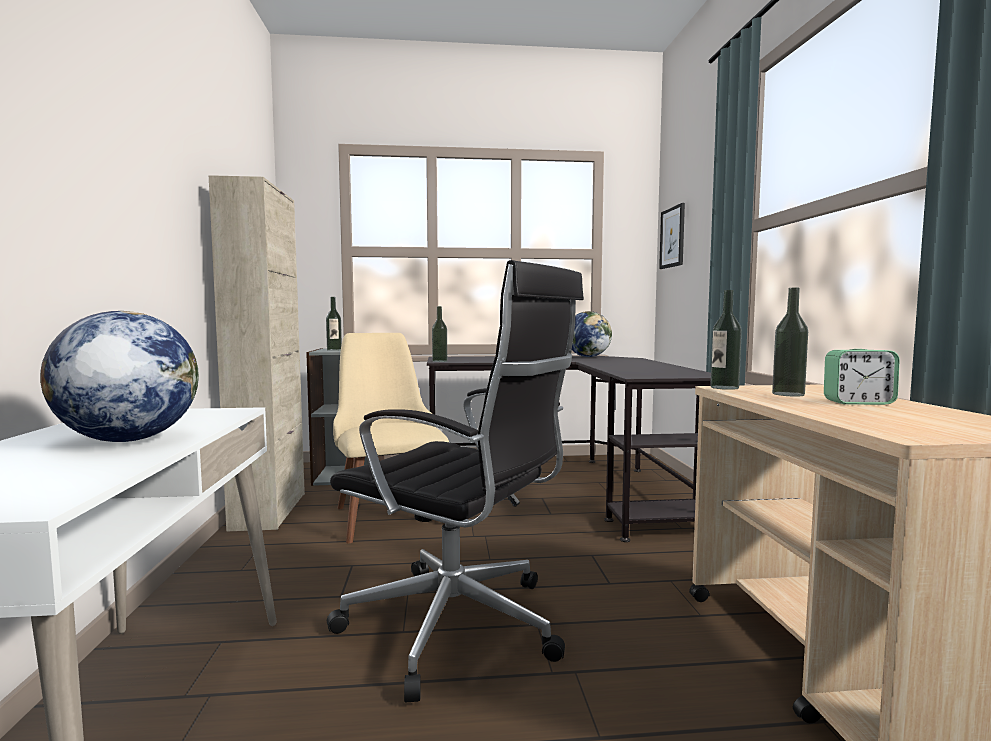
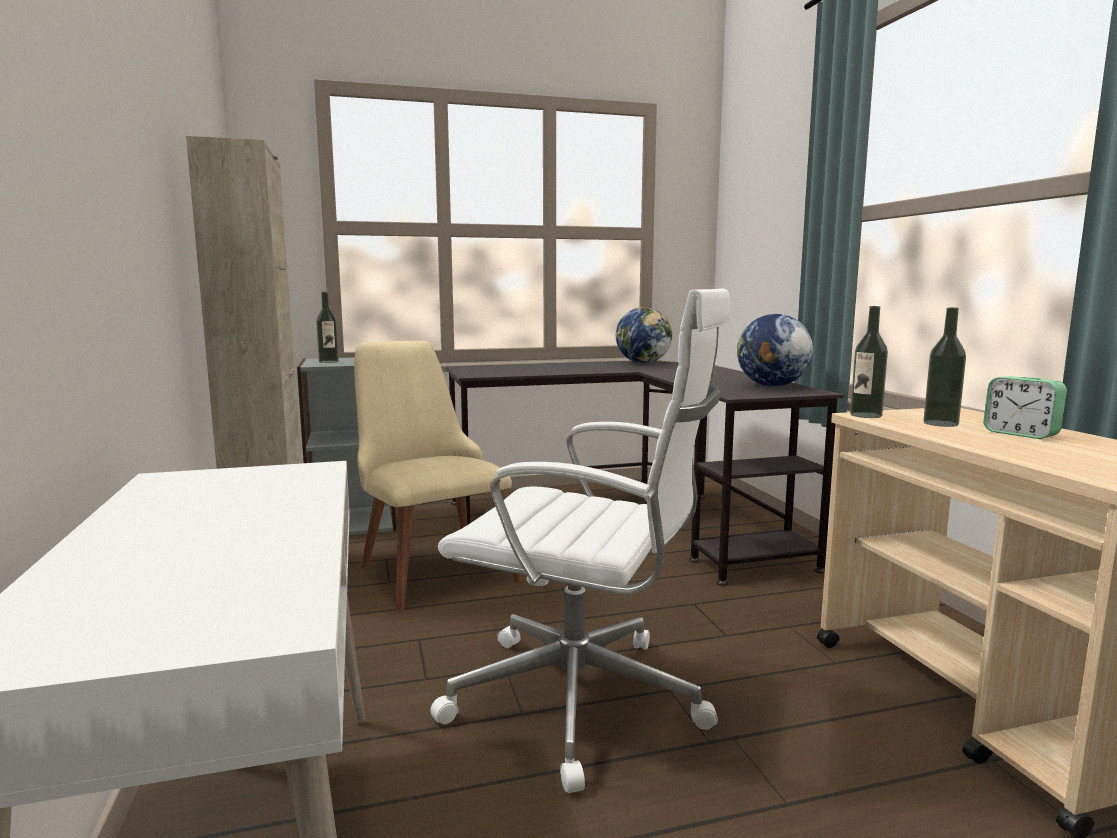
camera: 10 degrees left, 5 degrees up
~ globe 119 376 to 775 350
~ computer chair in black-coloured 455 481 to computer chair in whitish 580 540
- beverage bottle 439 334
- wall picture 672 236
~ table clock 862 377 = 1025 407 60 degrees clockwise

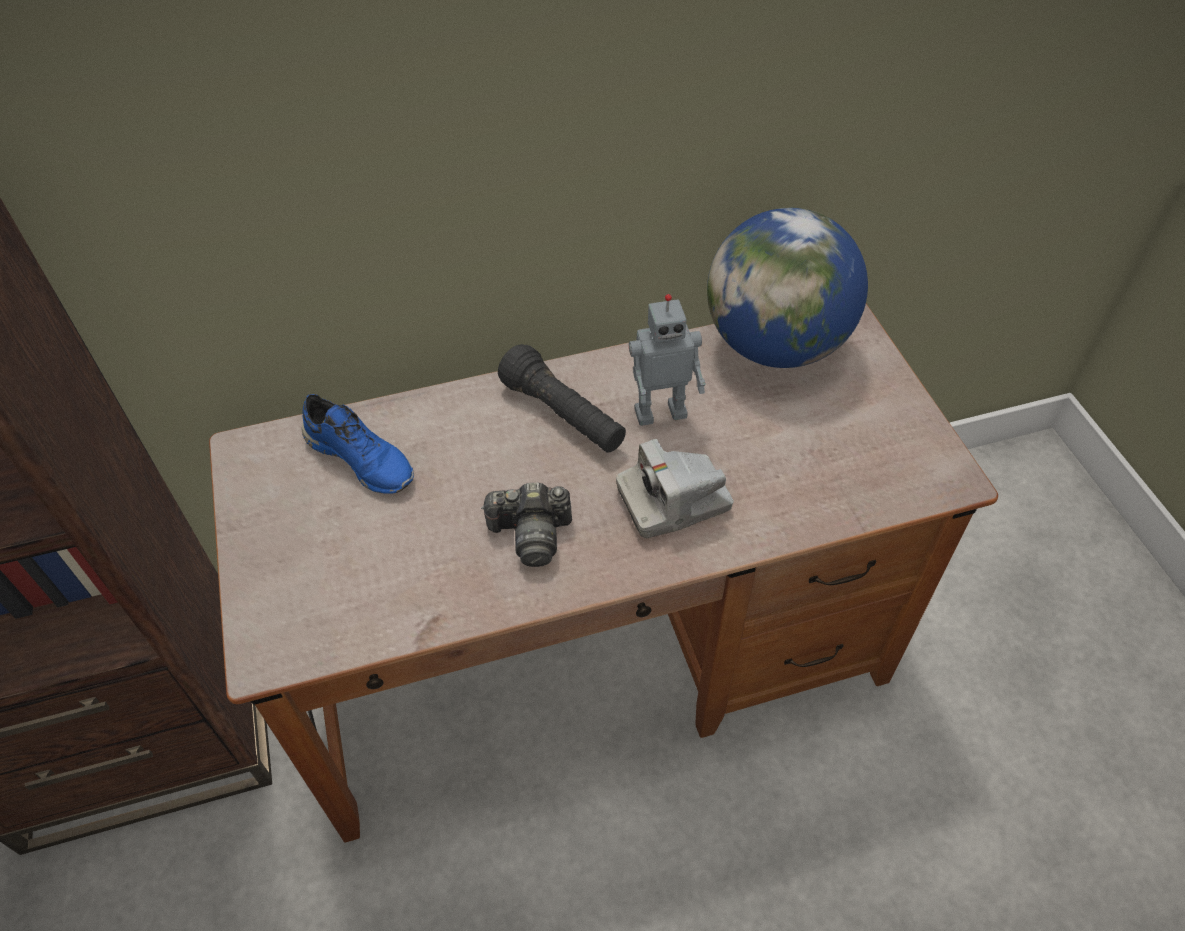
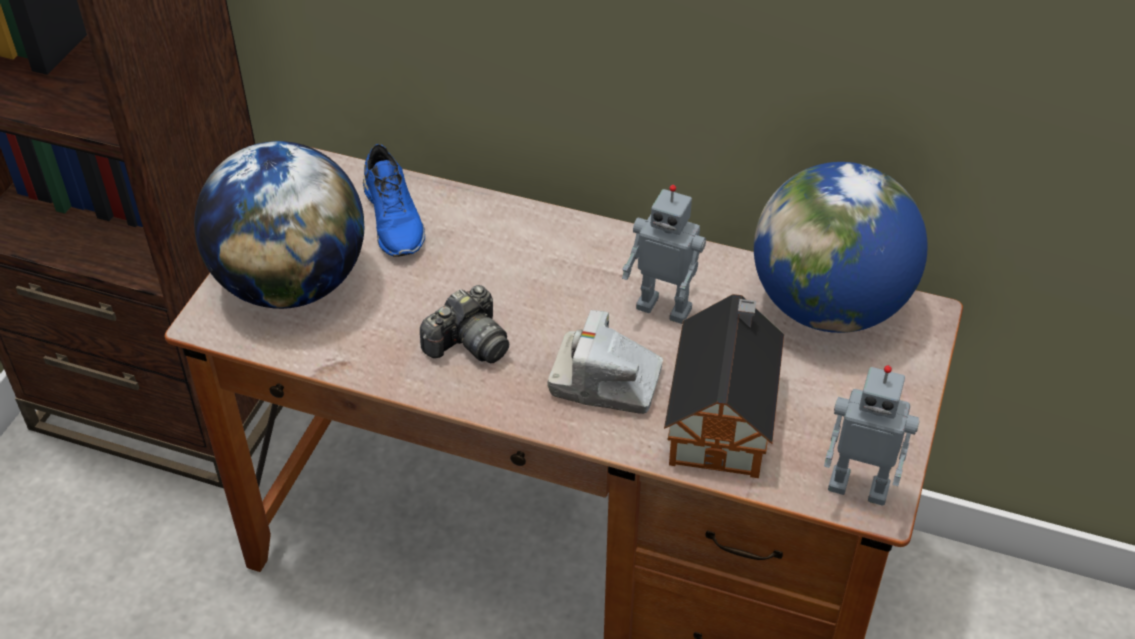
camera: 35 degrees right, 5 degrees down
~ photo camera 526 524 = 464 324 75 degrees counterclockwise
- torch in black-coloured 562 398
+ globe 279 225
+ model house 724 386
+ toy robot 872 435

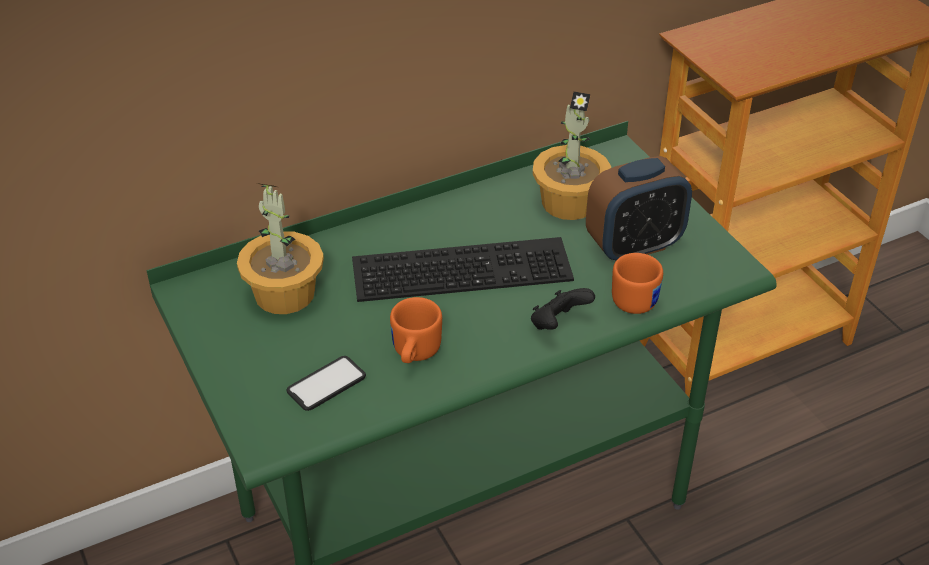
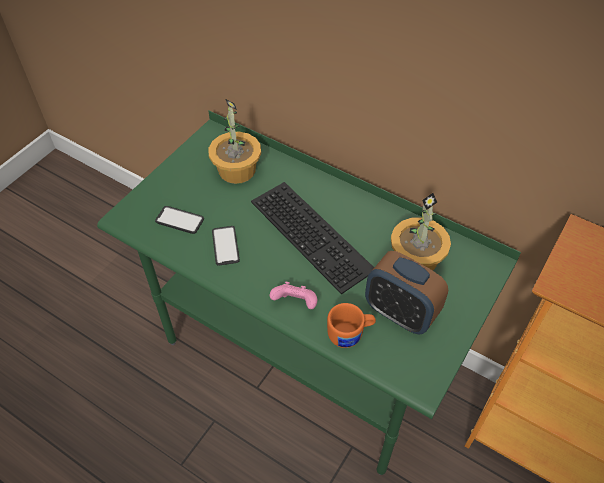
camera: 60 degrees right, 10 degrees up
~ mug in orange-coloured 416 330 to telephone 226 246
~ joypad in black-coloured 563 309 to joypad in pink 293 295

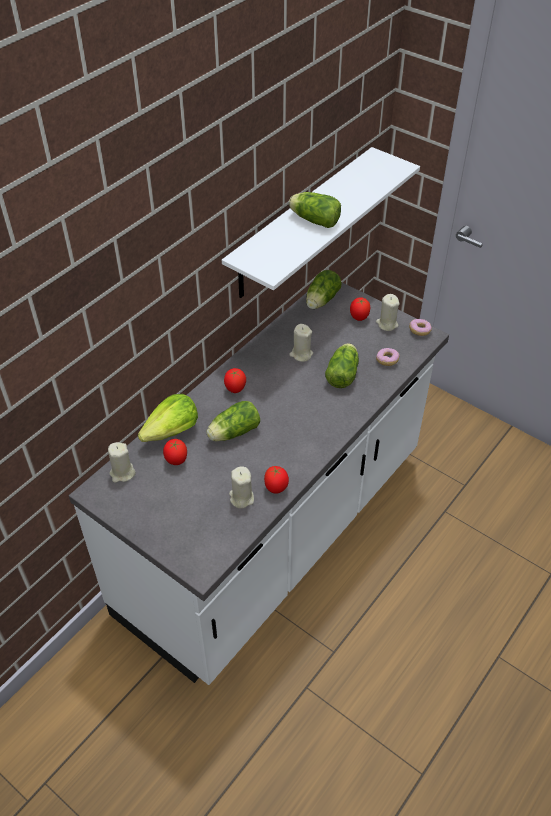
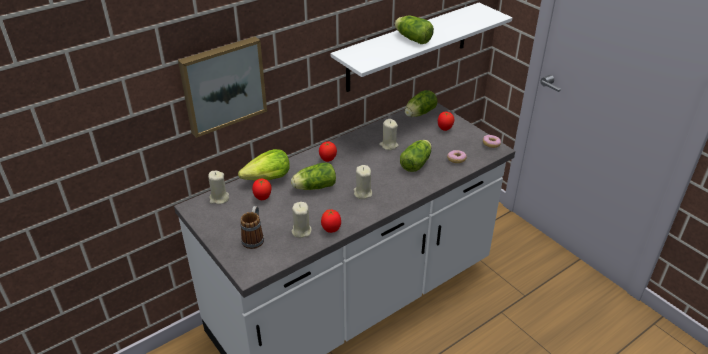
camera: 15 degrees right, 10 degrees down
~ candle in beige 388 312 to 363 182
+ wall picture 222 87
+ mug 252 227

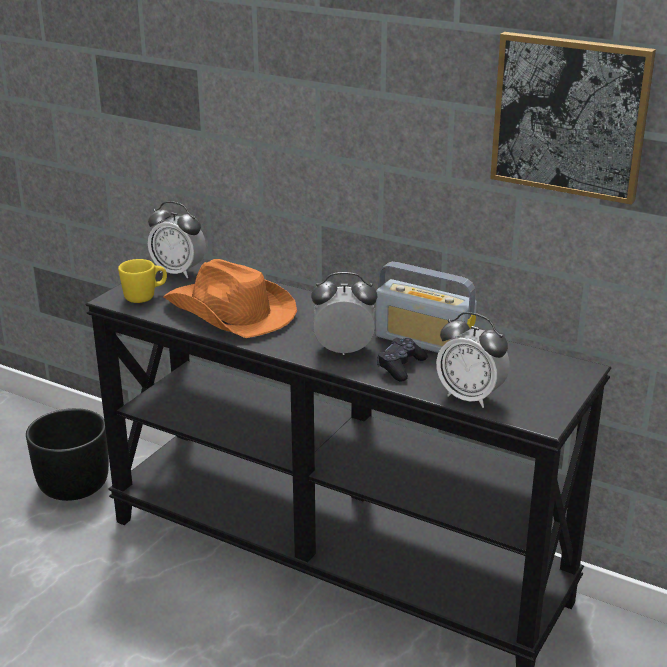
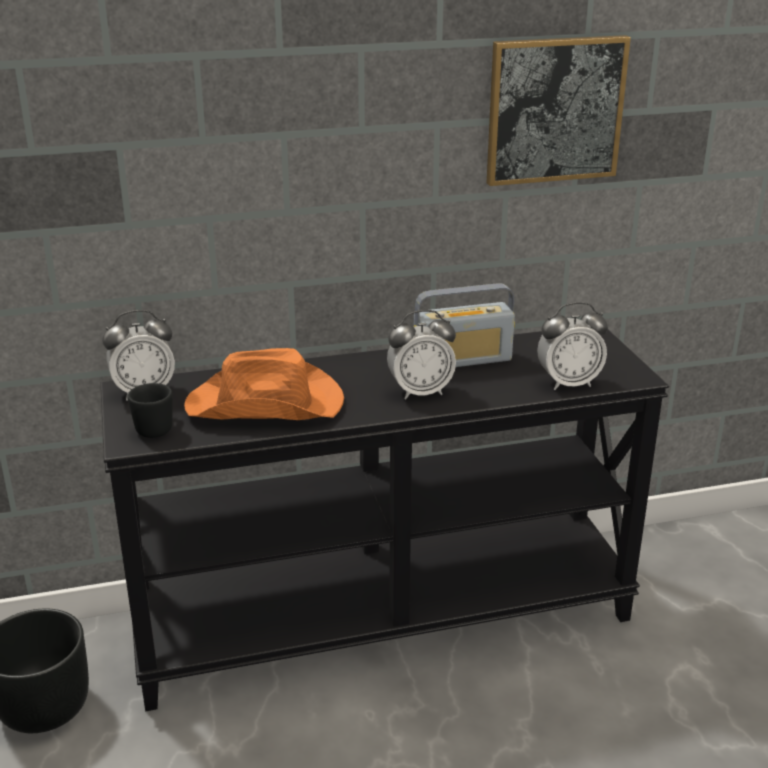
camera: 45 degrees left, 0 degrees up
~ mug in yellow 142 281 to mug in black-coloured 150 410
~ table clock 344 313 = 421 355 150 degrees counterclockwise
- joypad in black-coloured 402 360

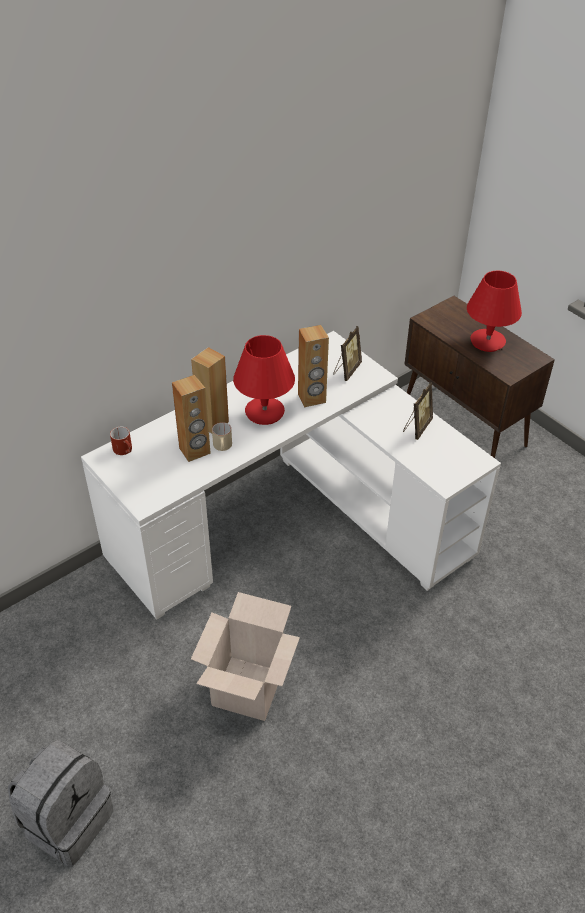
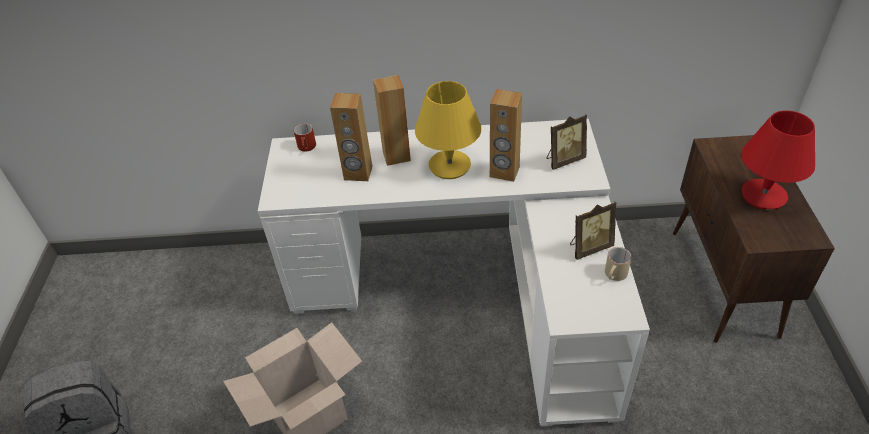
camera: 40 degrees right, 0 degrees up
~ mug in beige 222 436 to 618 264
~ table lamp in red-coloured 264 380 to table lamp in yellow 448 130

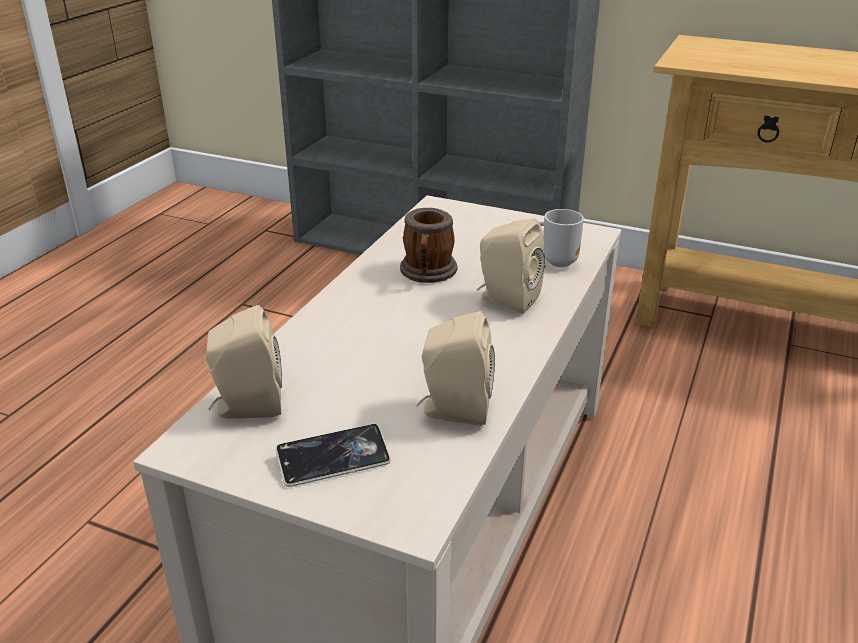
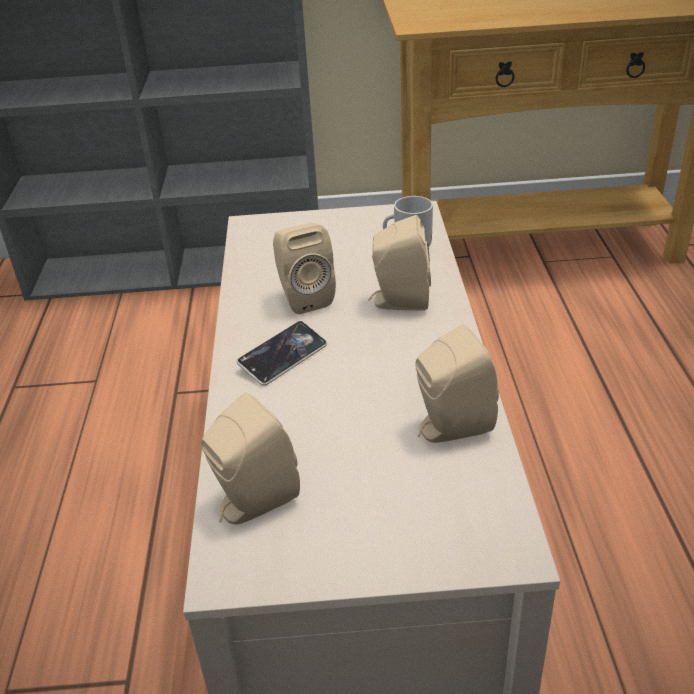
camera: 25 degrees left, 5 degrees up
~ telephone 333 455 to 282 353
~ mug 429 245 to audio speaker in beige 304 268

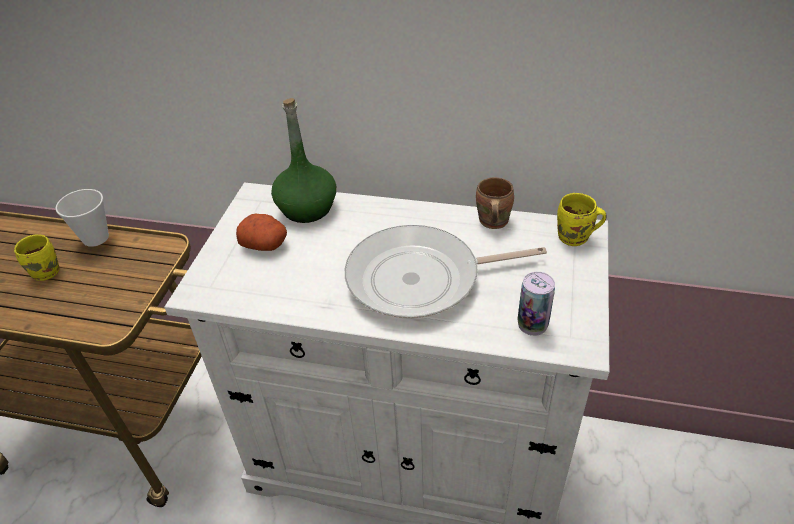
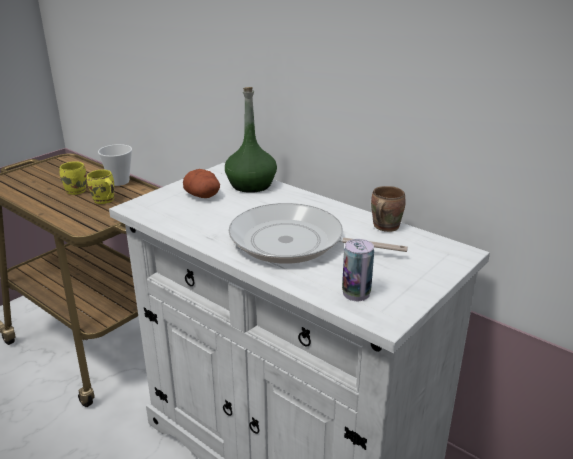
camera: 25 degrees right, 15 degrees down
~ mug in yellow 581 219 to 100 187

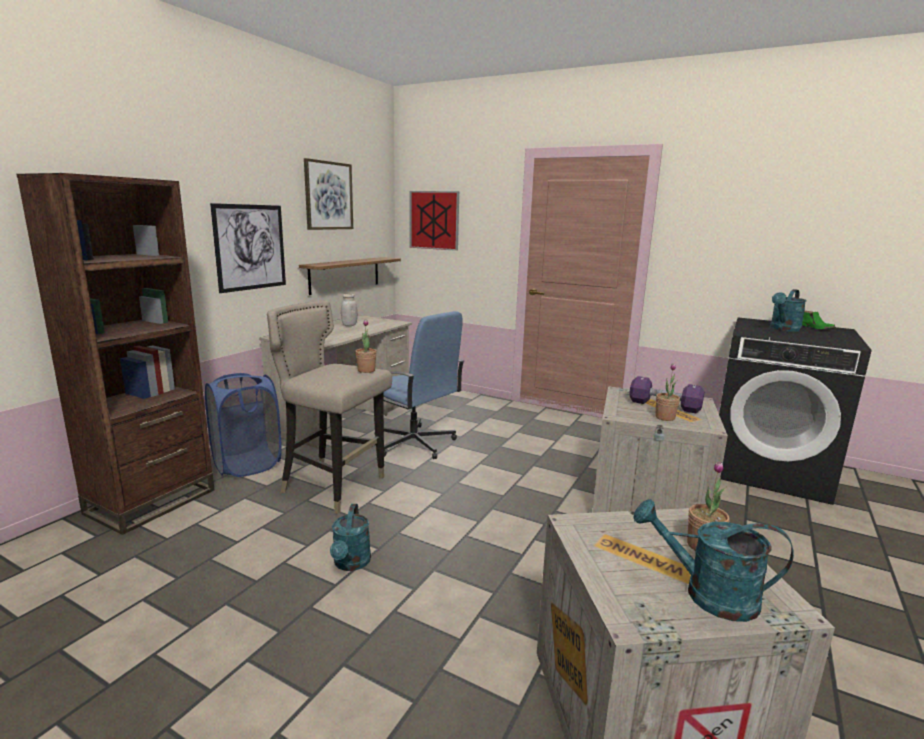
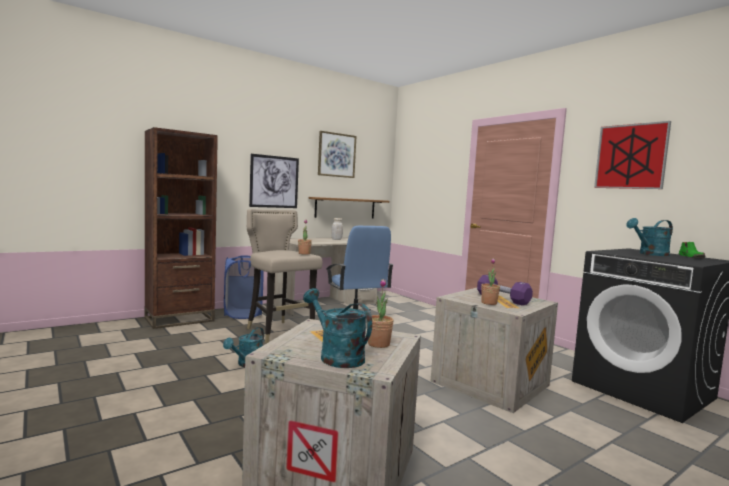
camera: 25 degrees right, 10 degrees down
~ wall picture 434 221 to 632 155

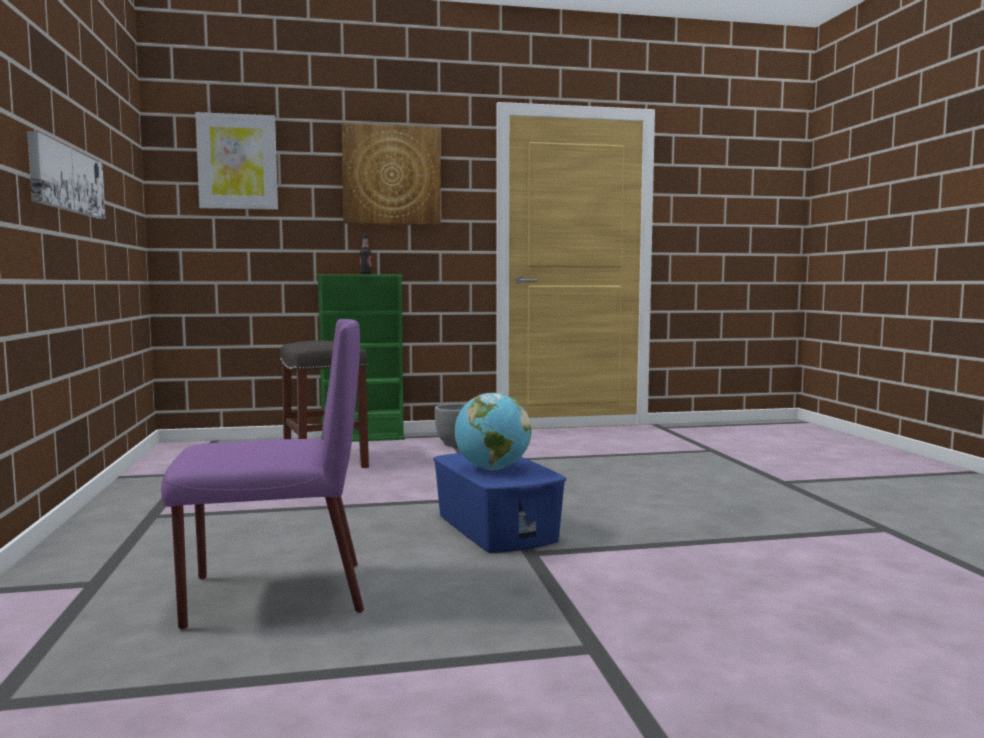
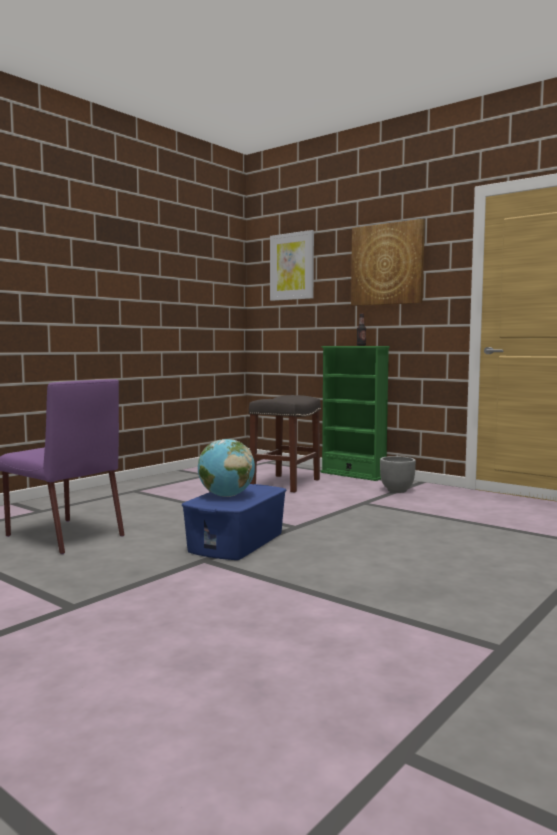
camera: 50 degrees right, 0 degrees up
- wall picture 66 175

